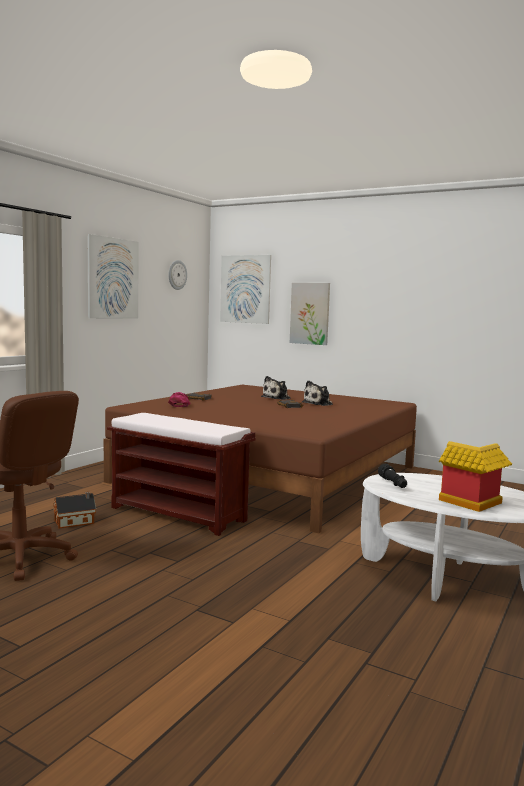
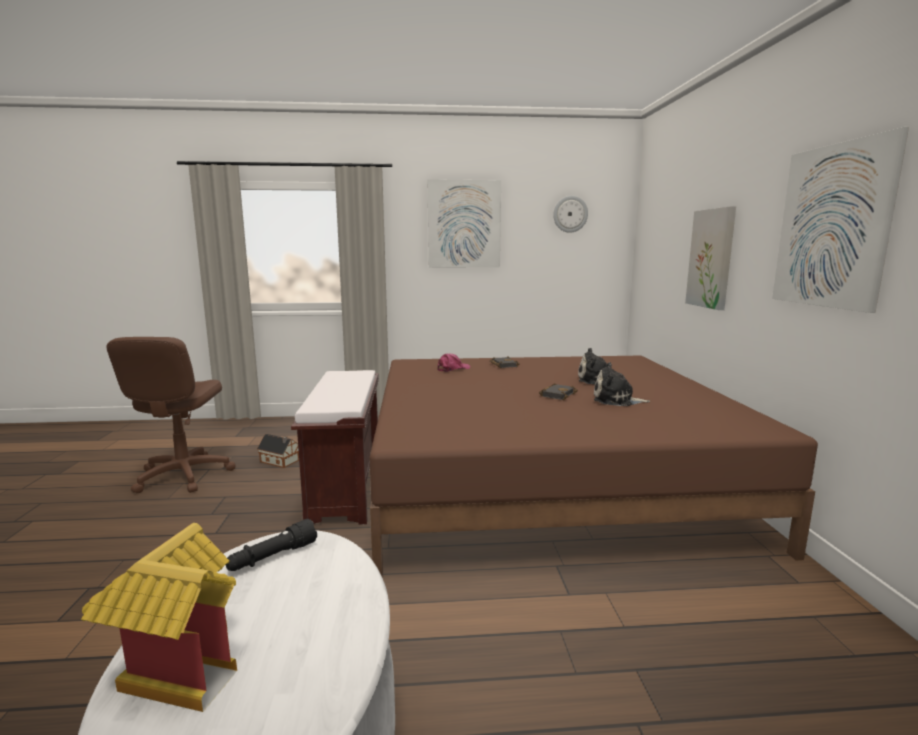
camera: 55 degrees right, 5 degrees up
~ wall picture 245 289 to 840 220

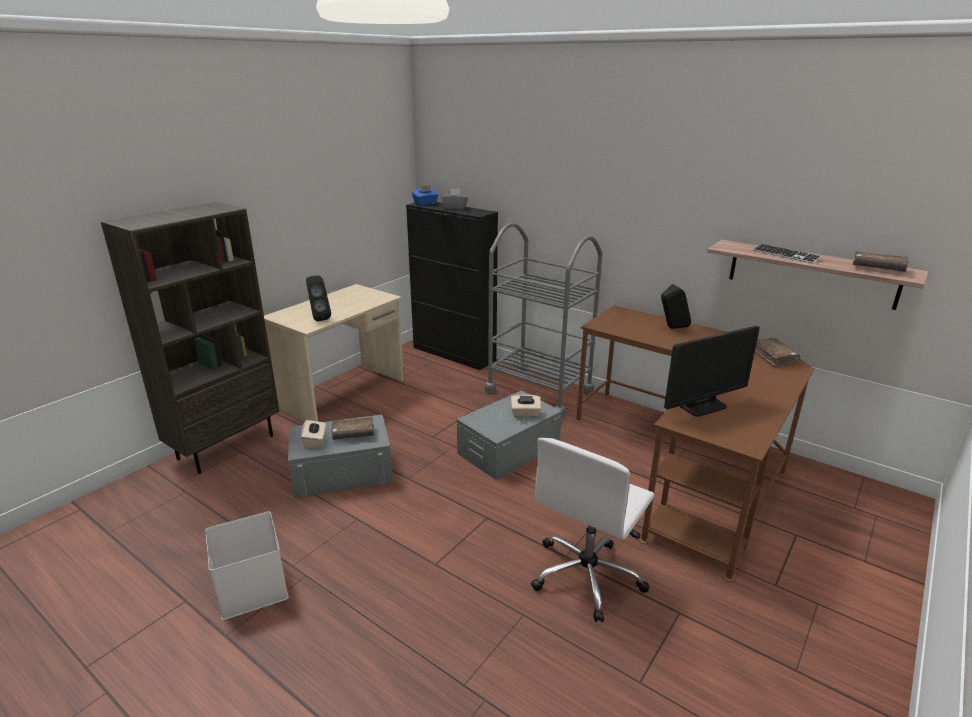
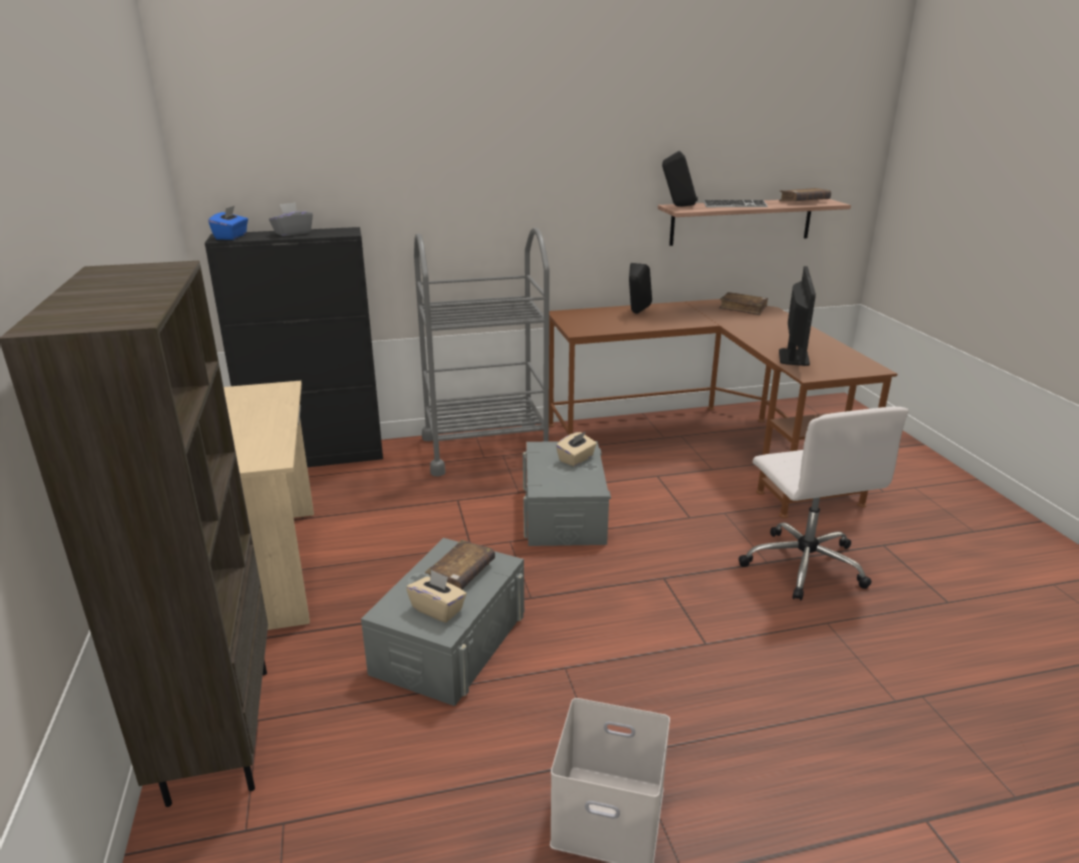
camera: 50 degrees left, 0 degrees up
~ audio speaker in black-coloured 318 298 to 680 179

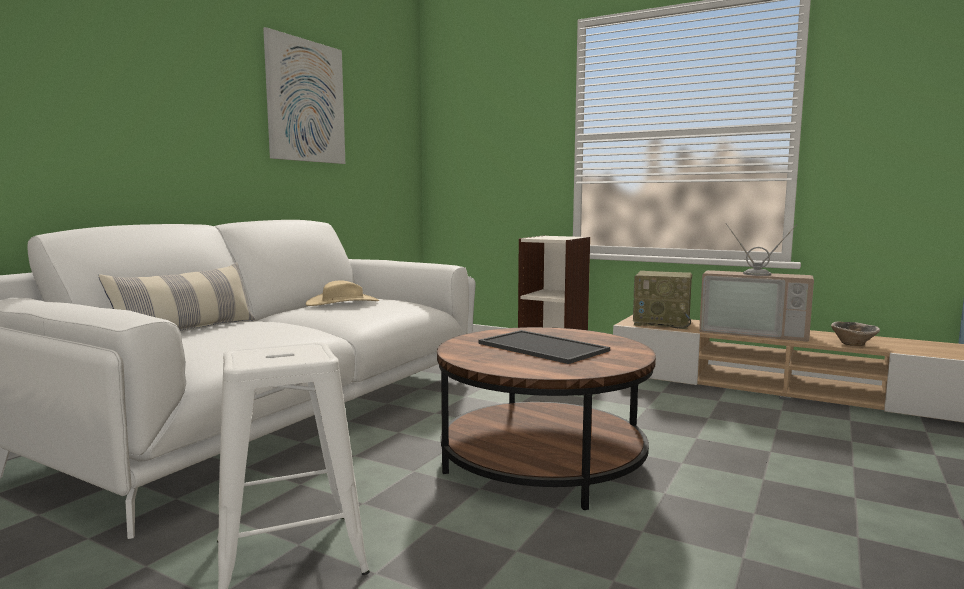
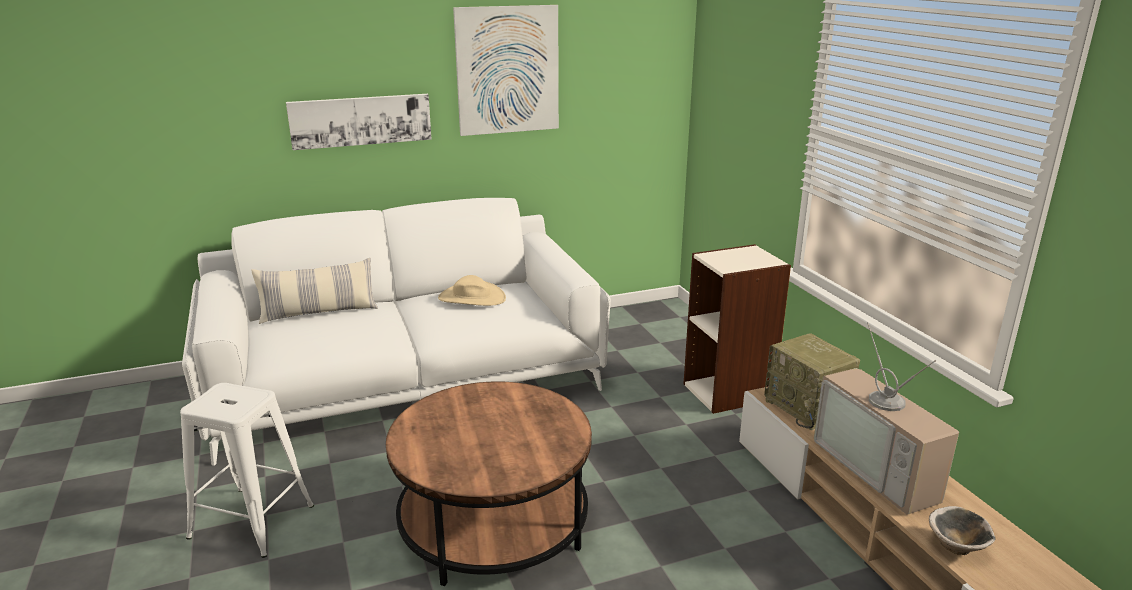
camera: 40 degrees right, 15 degrees up
- tray 544 347
+ wall picture 359 122

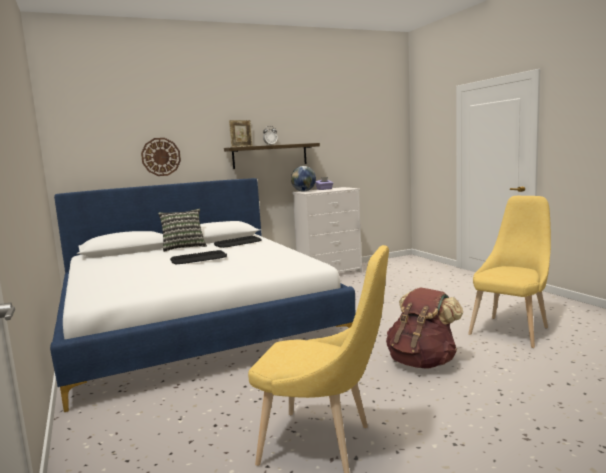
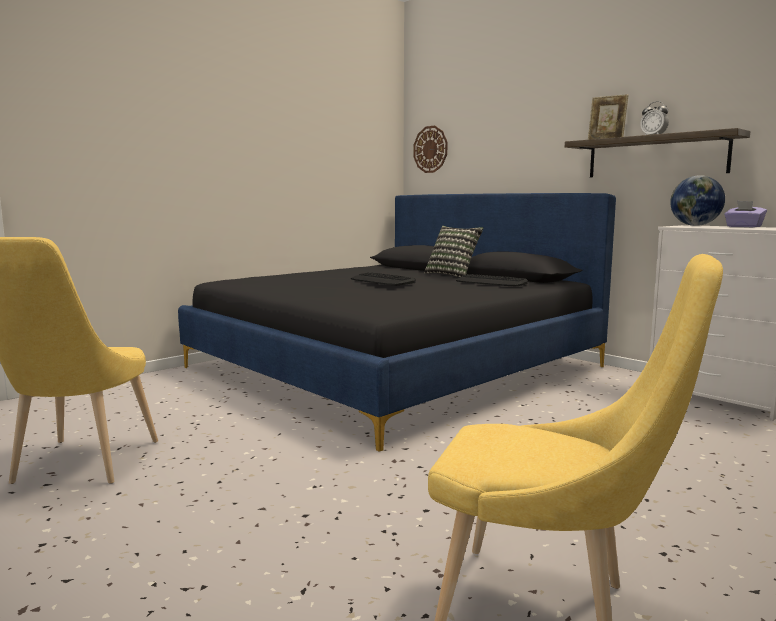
camera: 70 degrees right, 0 degrees up
~ sleeping bed in whitish 203 295 to sleeping bed in black-coloured 397 322
~ wall clock 161 157 to 430 149
- rucksack in brown 424 328

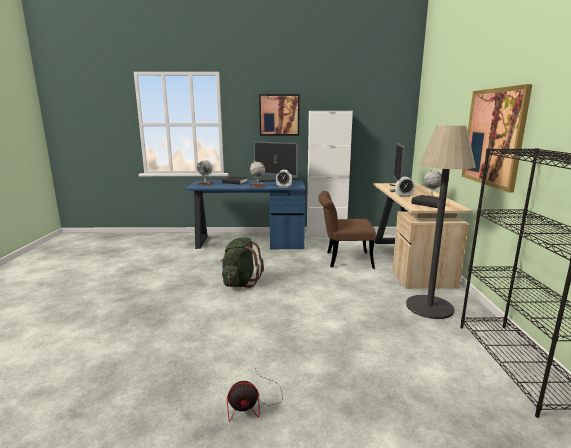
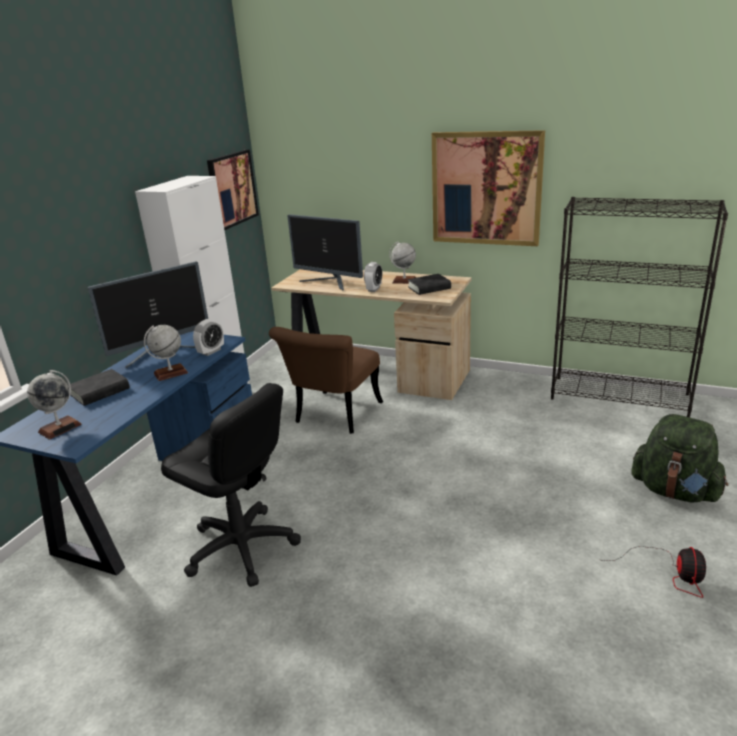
camera: 65 degrees left, 10 degrees up
~ rucksack in green-coloured 242 262 to 680 458
~ wall picture 279 115 to 233 190
- floor lamp 441 222
+ computer chair in black-coloured 231 485

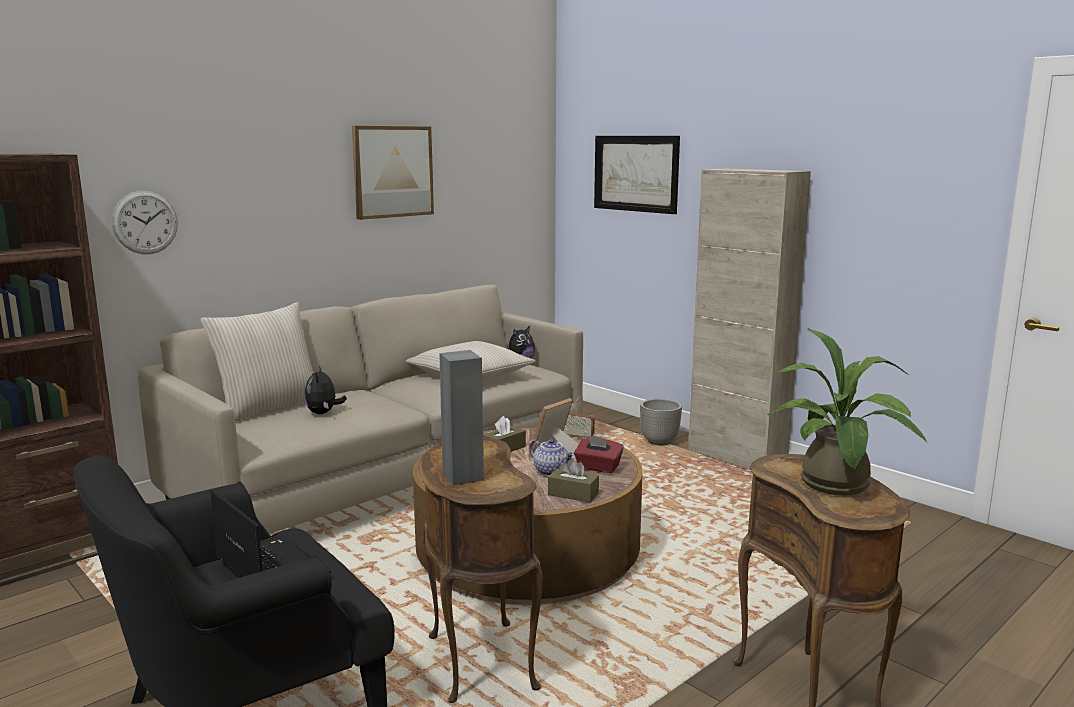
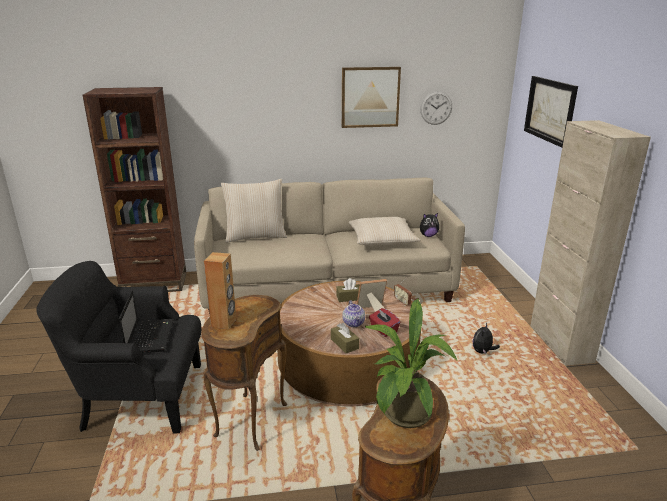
camera: 35 degrees right, 10 degrees up
~ wall clock 145 222 to 436 108
~ plush toy 326 390 to 486 338
~ audio speaker in grey 461 417 to audio speaker in brown 220 290
- flower pot 661 422

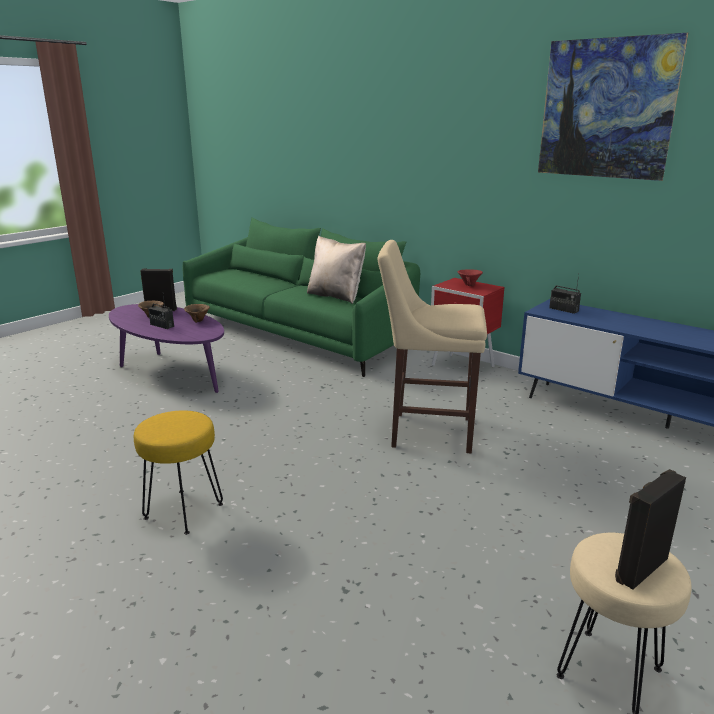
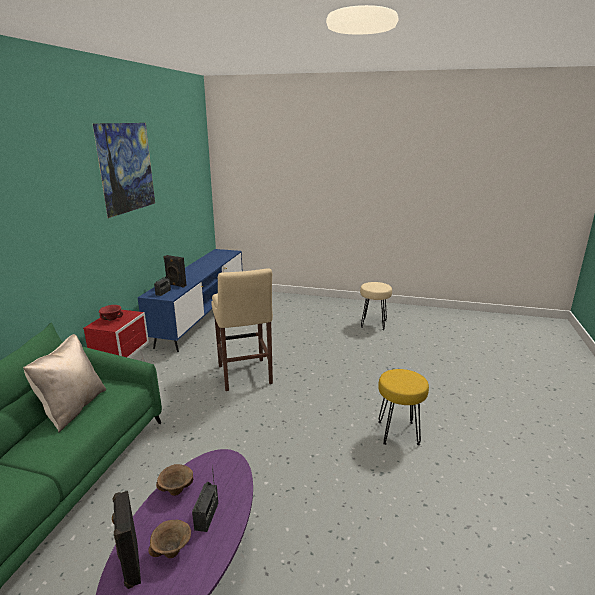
camera: 115 degrees left, 0 degrees up
~ audio speaker in black-coloured 650 529 to 175 271

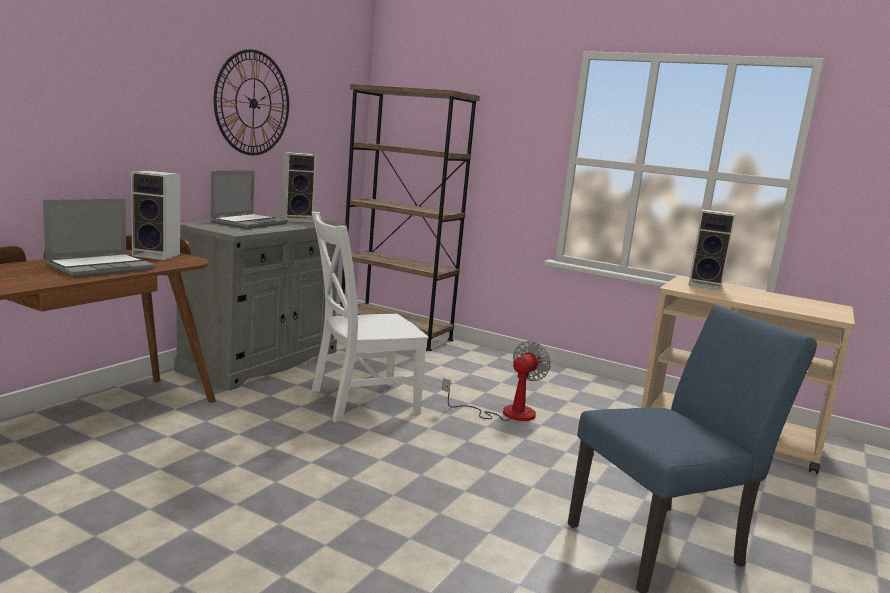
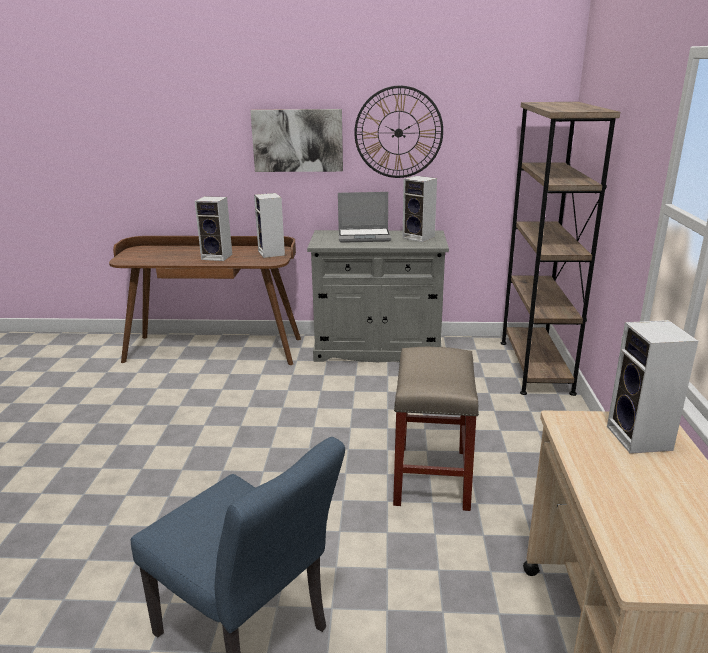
camera: 65 degrees right, 10 degrees up
~ portable computer 99 238 to audio speaker 213 228
- plain chair in whitish 370 317
~ fan 496 381 to stool in beige 436 429
+ wall picture 296 140

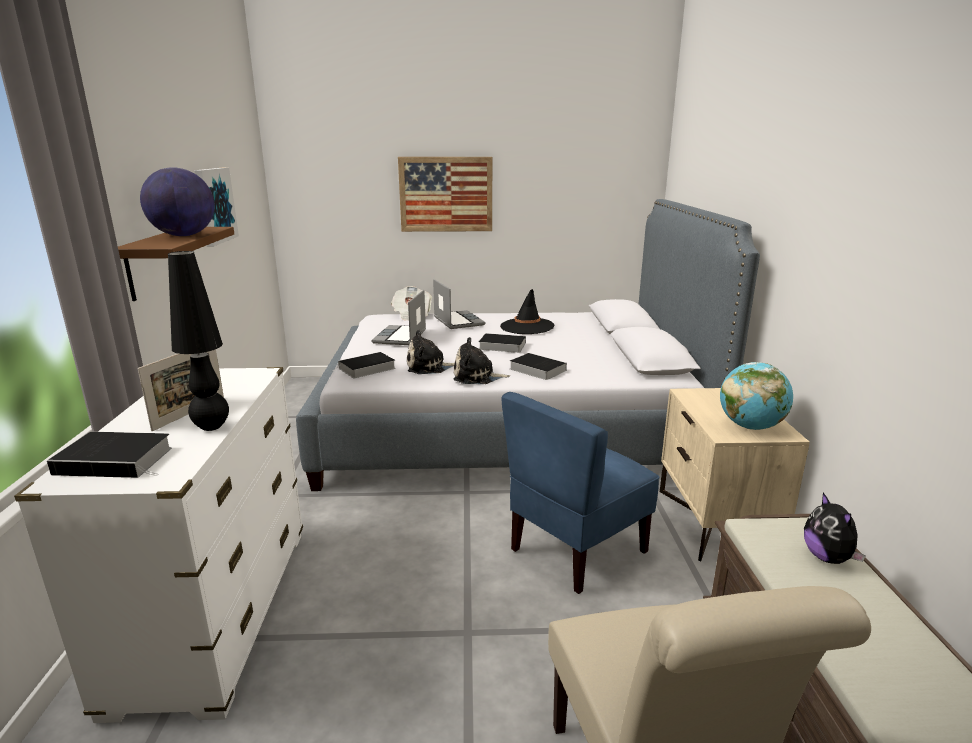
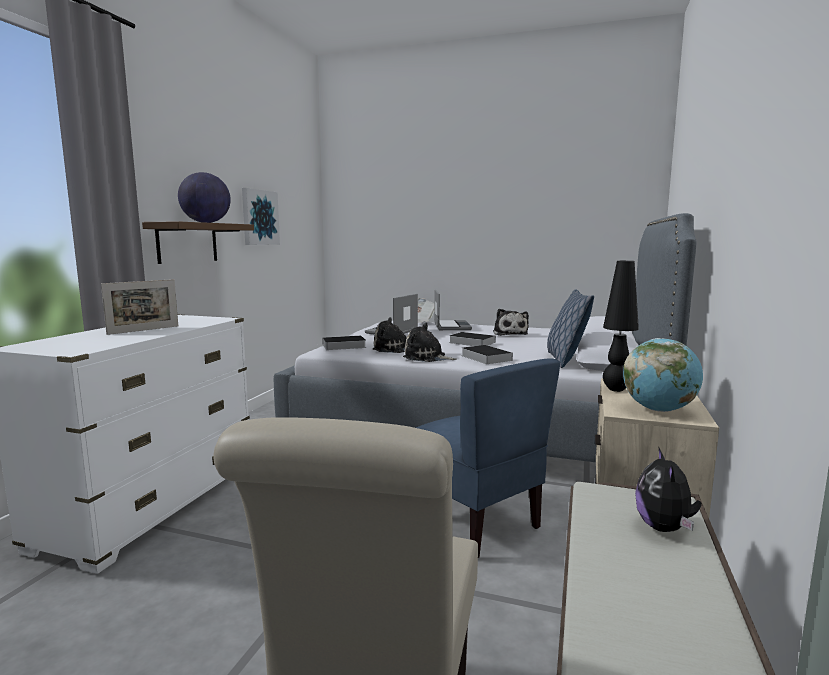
camera: 20 degrees right, 10 degrees down
- volume 109 455
~ table lamp in black-coloured 198 341 to 621 326
- wall picture 445 194
~ wearable hat in black-coloured 527 311 to plush toy 511 322
~ plain chair in bluish 580 493 = 488 458 105 degrees counterclockwise
+ pillow 570 328

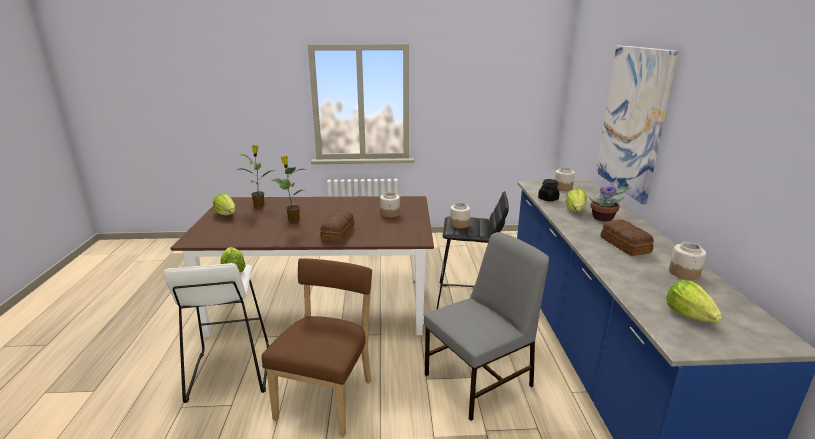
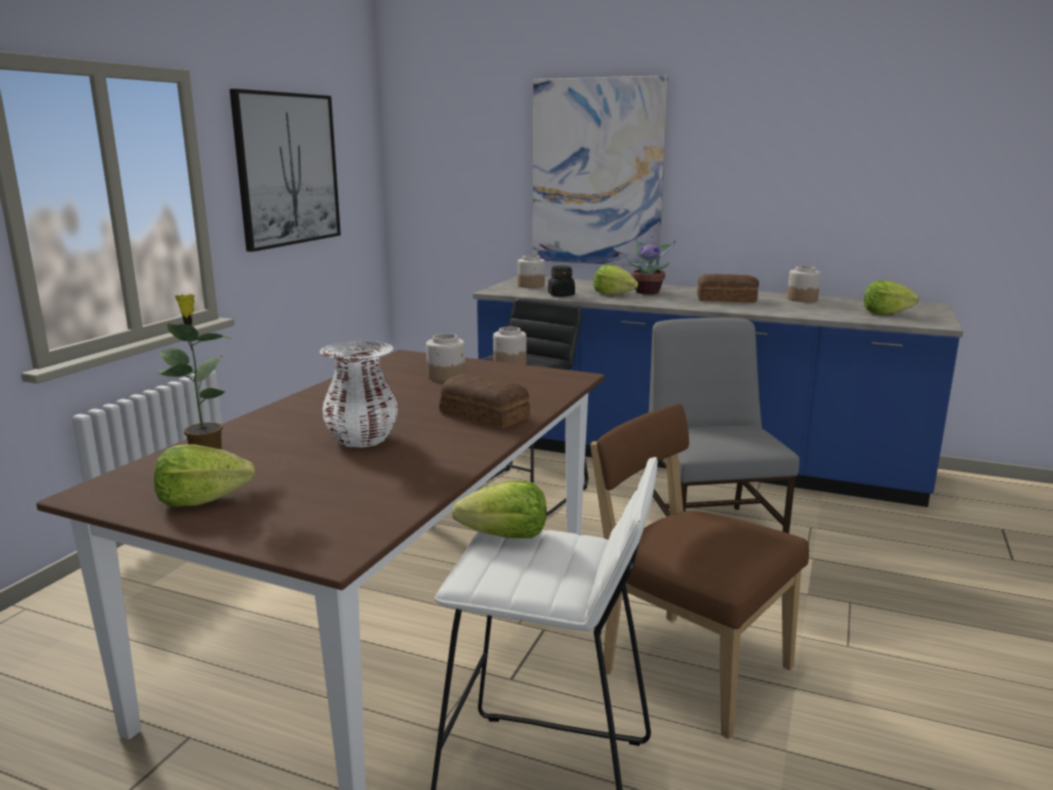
camera: 65 degrees left, 5 degrees down
~ houseplant 288 189 to vase in whitish 358 394
+ wall picture 285 170

